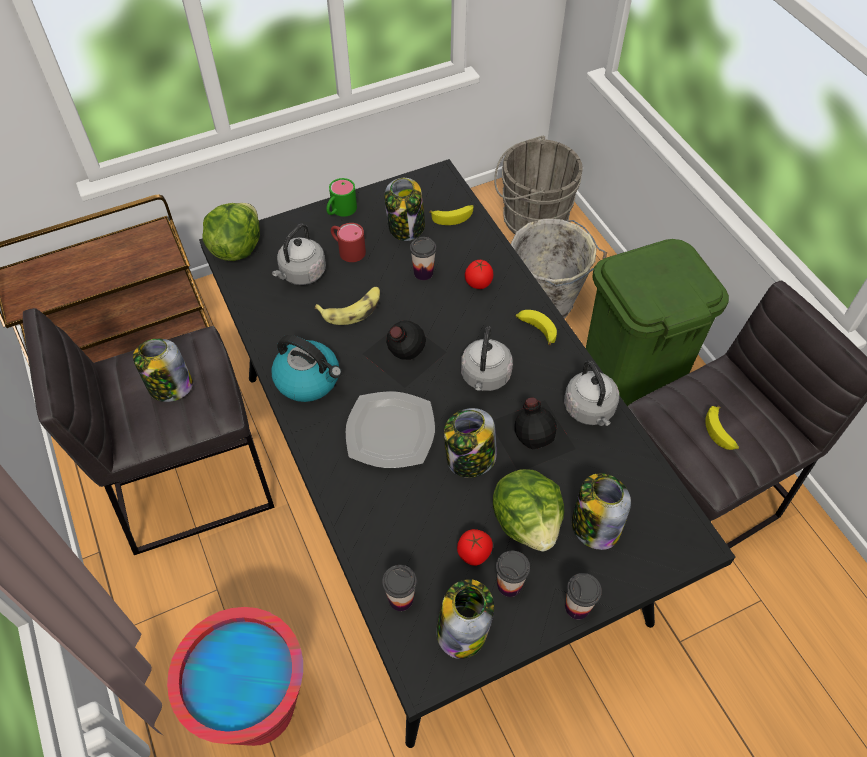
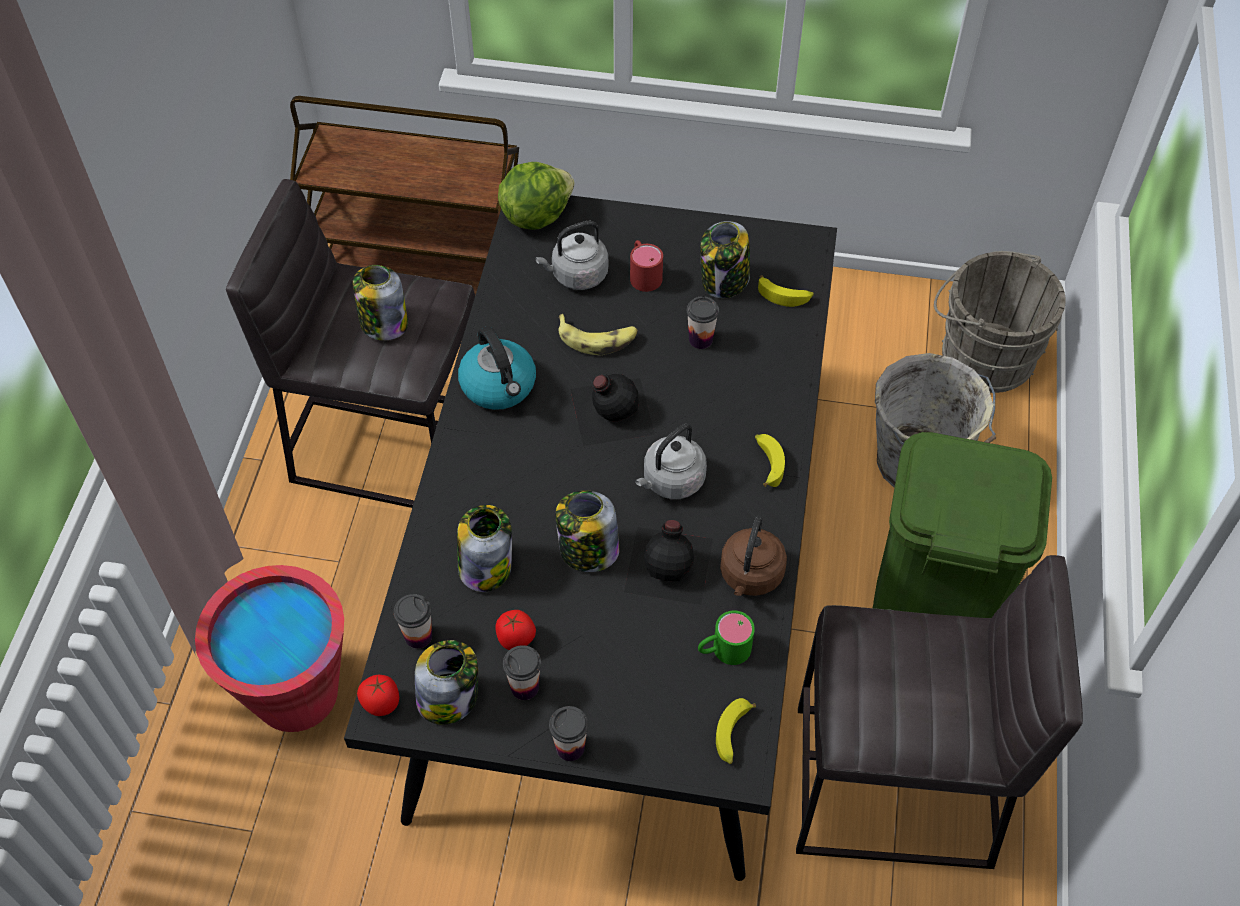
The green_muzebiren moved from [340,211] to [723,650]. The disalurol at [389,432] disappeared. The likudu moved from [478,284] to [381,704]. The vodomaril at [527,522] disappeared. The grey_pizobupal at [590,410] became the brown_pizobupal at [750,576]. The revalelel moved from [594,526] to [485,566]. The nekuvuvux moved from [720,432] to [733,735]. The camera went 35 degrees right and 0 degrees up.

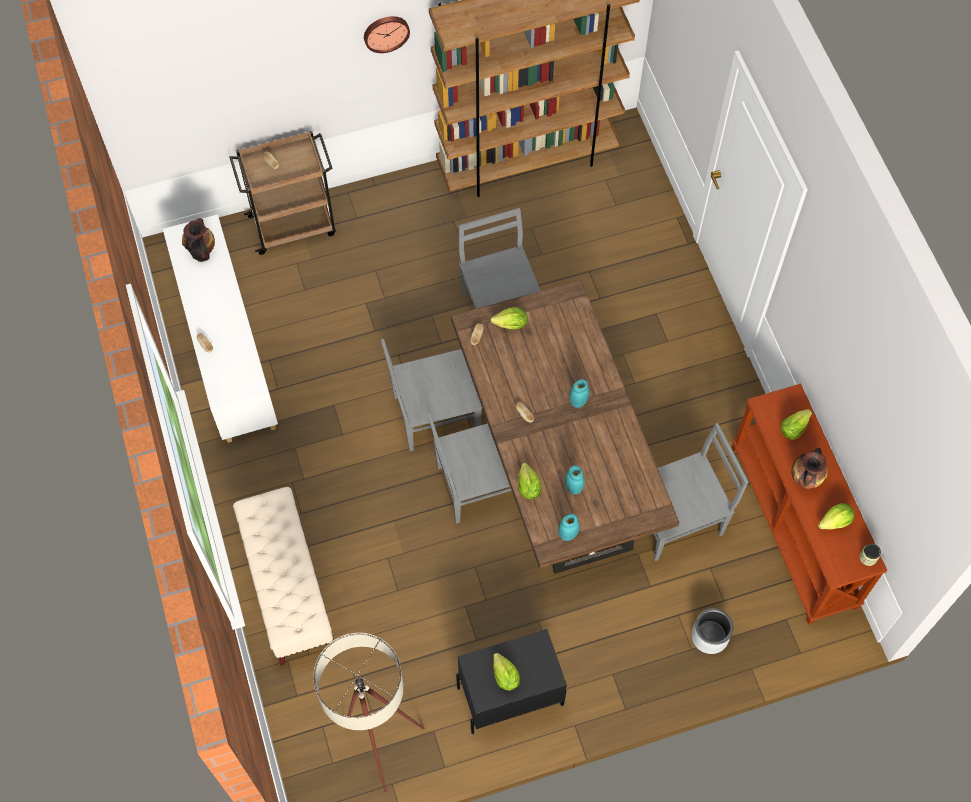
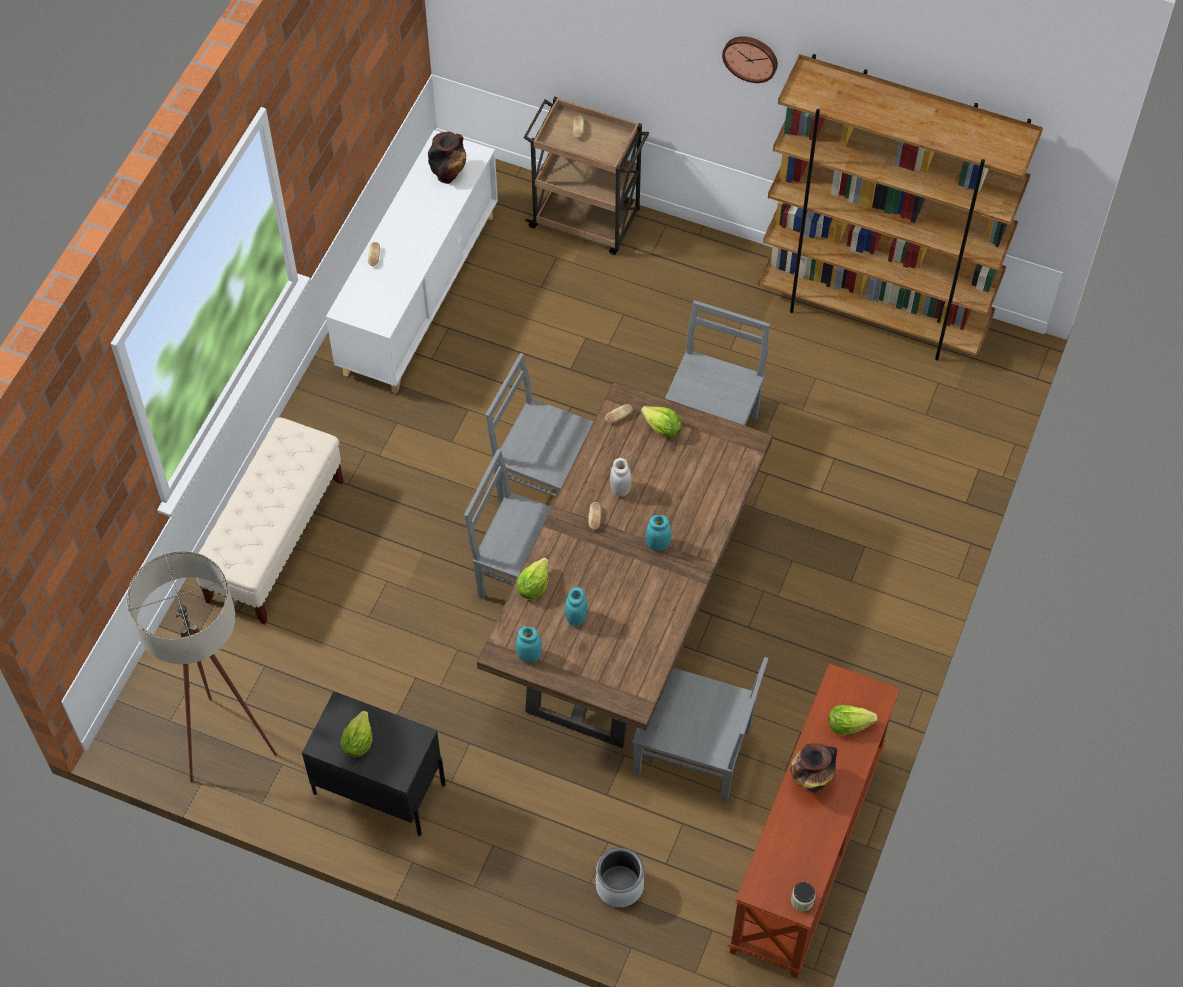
The vodomaril at [835,522] disappeared. The white_revalelel at [620,489] appeared. The camera went 40 degrees right and 5 degrees down.

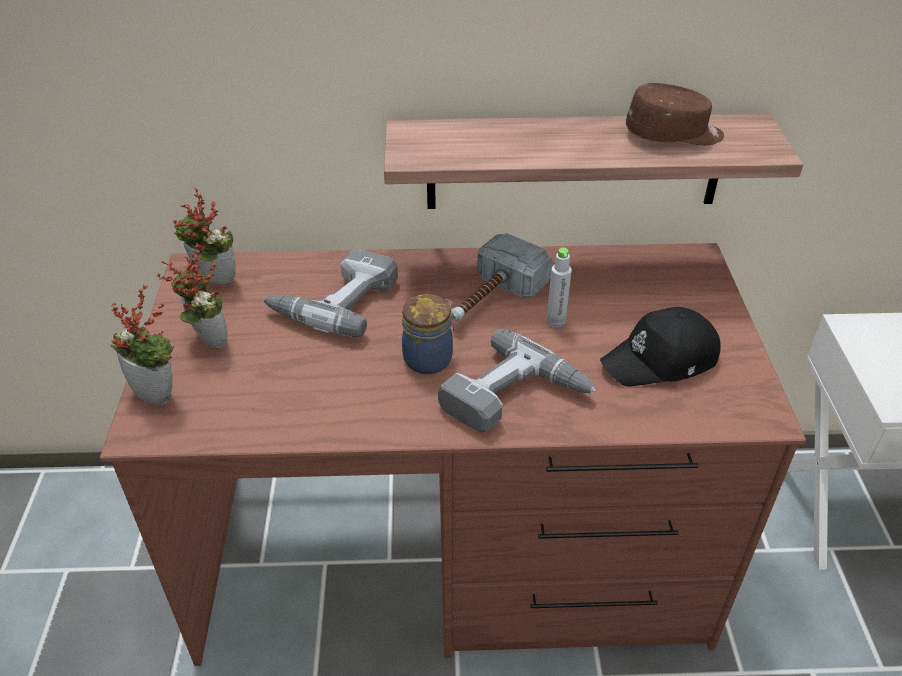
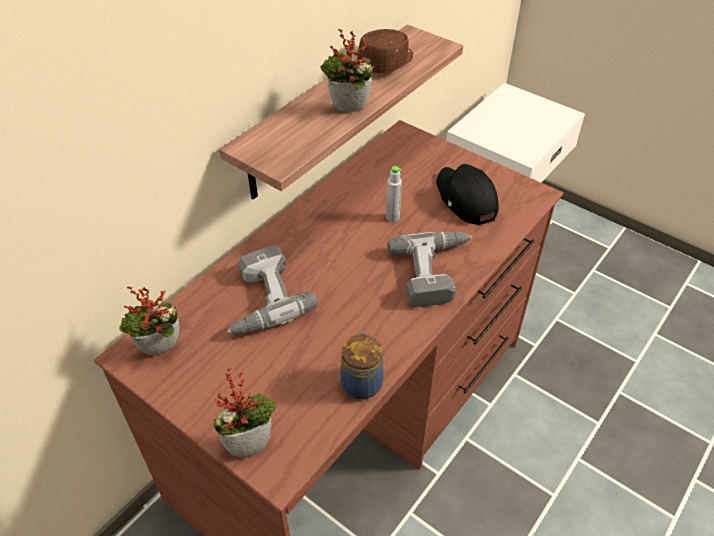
The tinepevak moved from [206,341] to [348,111]. The revalelel moved from [430,358] to [361,382]. The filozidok at [491,299] disappeared. The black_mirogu at [661,360] turned 135 degrees clockwise. The camera went 50 degrees left and 5 degrees up.

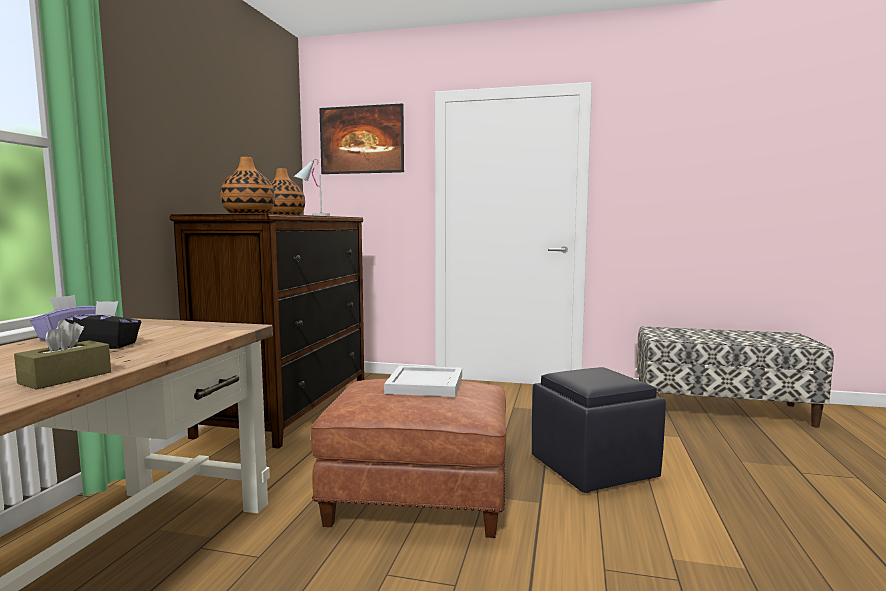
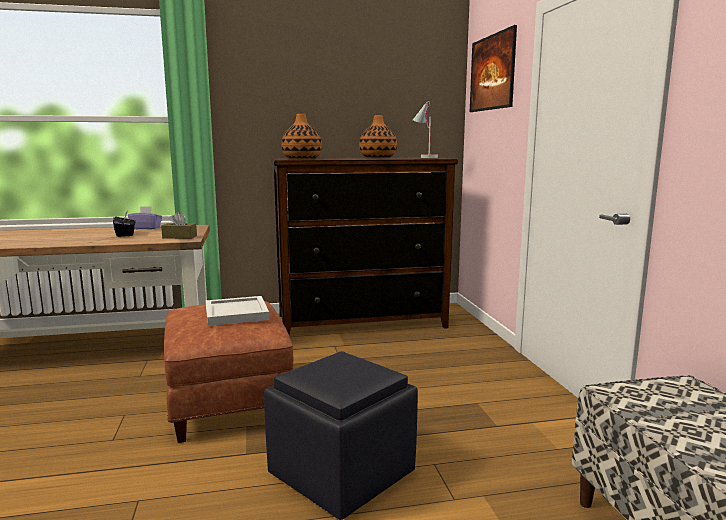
The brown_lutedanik moved from [66,378] to [179,237]. The camera went 65 degrees right and 5 degrees up.

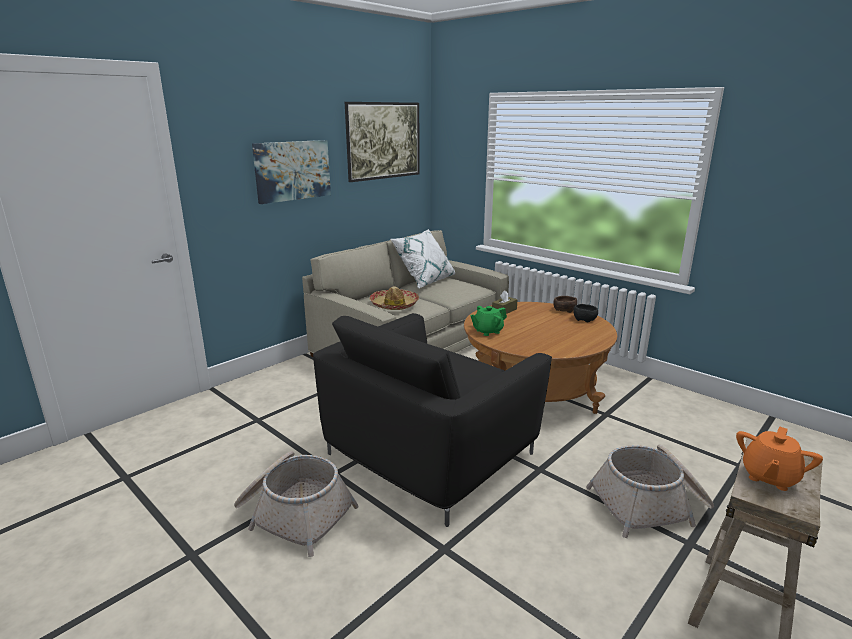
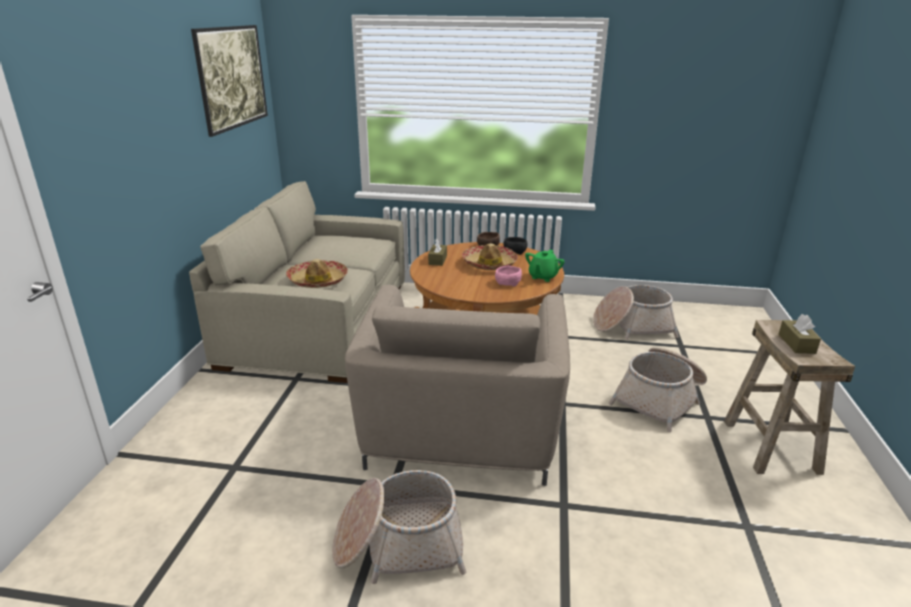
The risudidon at [292,170] disappeared. The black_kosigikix at [429,454] became the beige_kosigikix at [461,427]. The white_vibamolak at [425,281] disappeared. The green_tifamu moved from [487,331] to [542,277]. The orange_tifamu at [769,477] was replaced by the brown_lutedanik at [796,344]. The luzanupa at [489,264] appeared. The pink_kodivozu at [507,283] appeared. The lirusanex at [632,326] appeared. The camera went 35 degrees left and 5 degrees up.

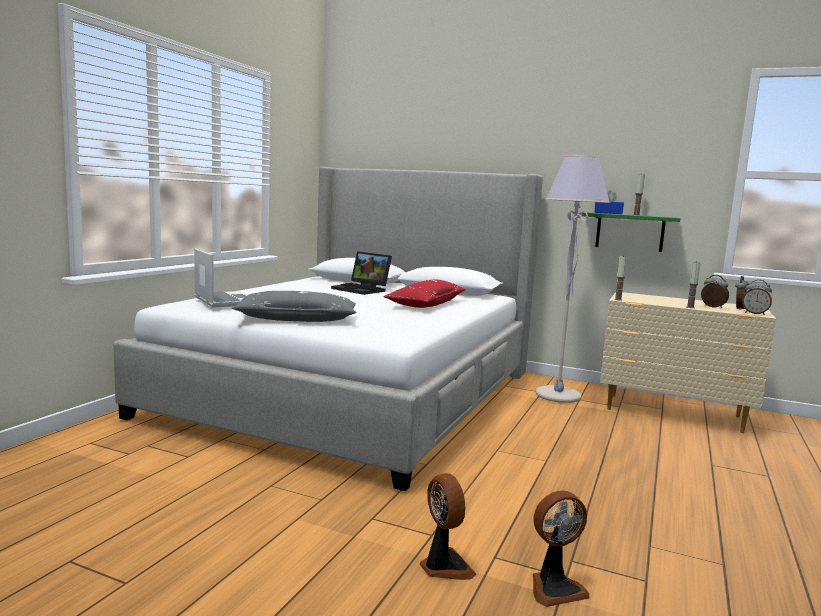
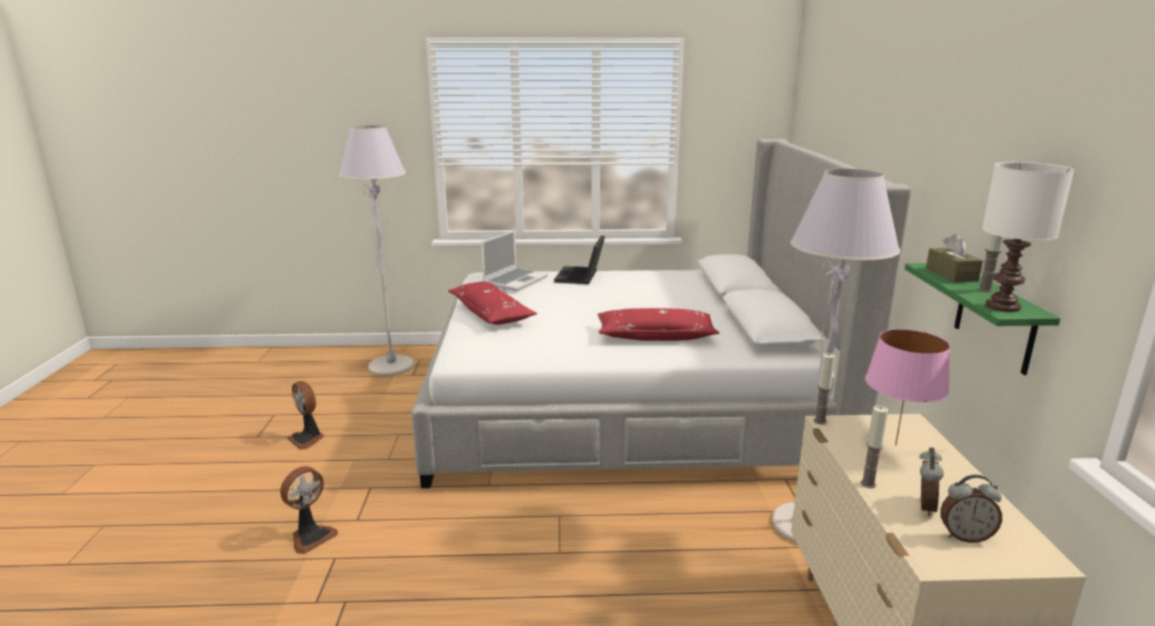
The grey_vibamolak at [297,319] became the red_vibamolak at [491,313]. The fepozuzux moved from [362,289] to [581,277]. The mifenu moved from [554,588] to [307,439]. The blue_lutedanik at [608,213] became the brown_lutedanik at [951,274]. The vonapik at [754,313] disappeared. The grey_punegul at [392,366] appeared. The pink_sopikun at [895,445] appeared. The white_sopikun at [1002,307] appeared. The camera went 65 degrees right and 10 degrees up.

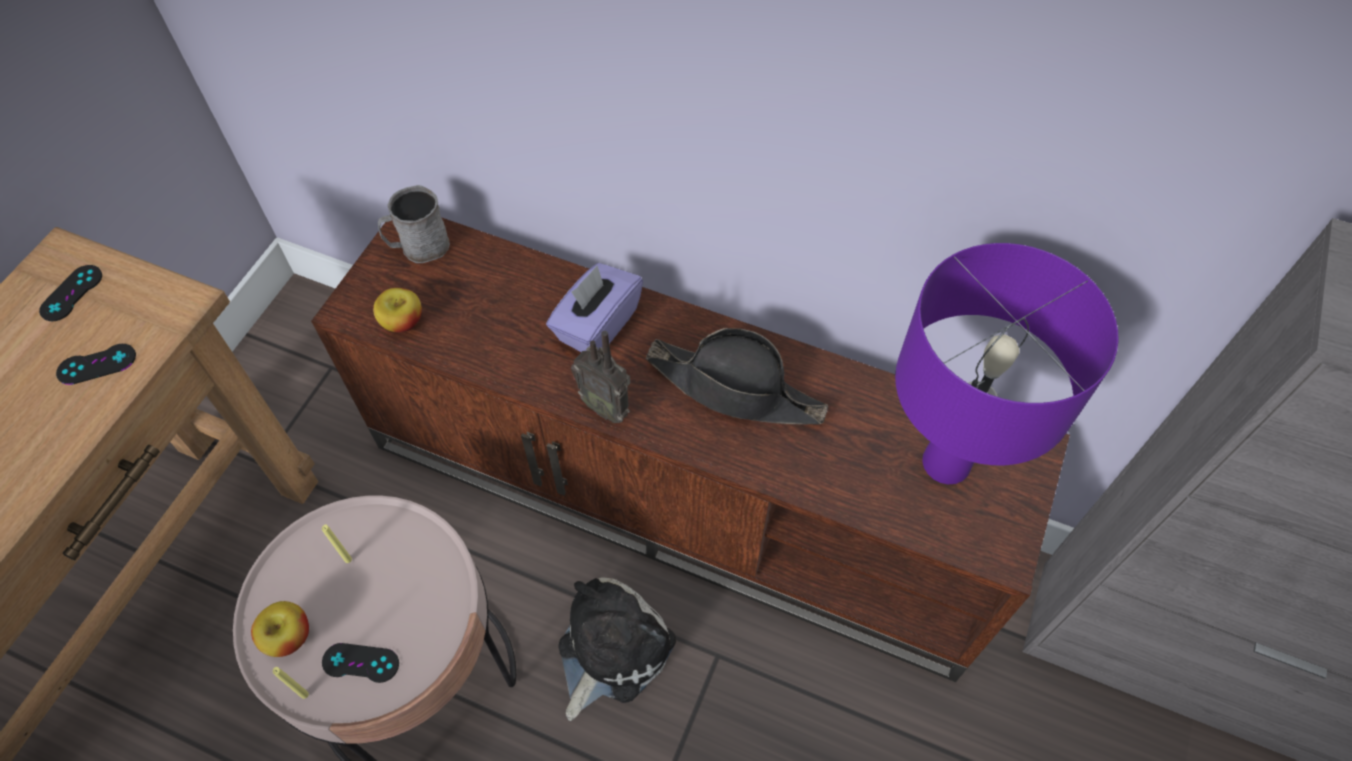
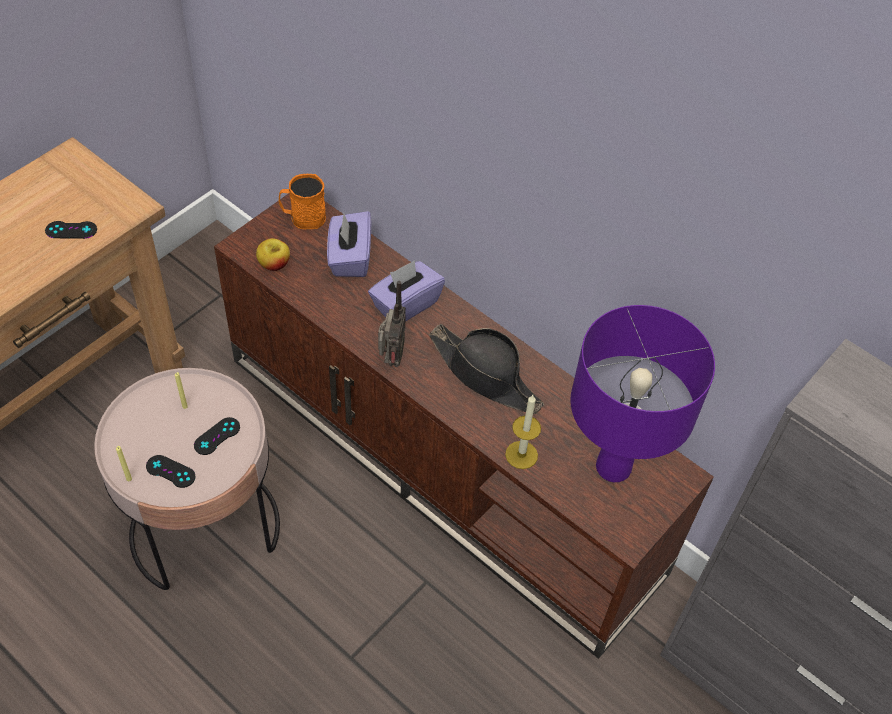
The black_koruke moved from [71,293] to [217,436]. The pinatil at [289,637] disappeared. The grey_muzebiren at [418,247] became the orange_muzebiren at [303,217]. The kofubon at [610,649] disappeared. The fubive at [606,406] turned 135 degrees counterclockwise. The purple_lutedanik at [350,258] appeared. The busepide at [521,455] appeared. The camera went 15 degrees right and 5 degrees down.

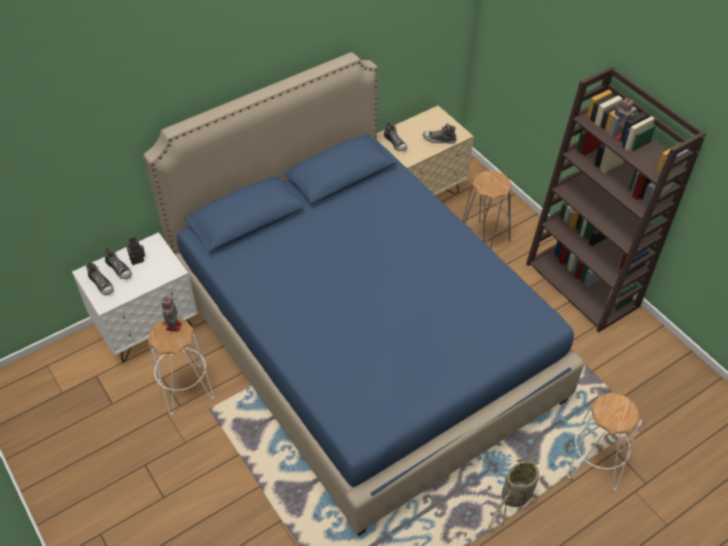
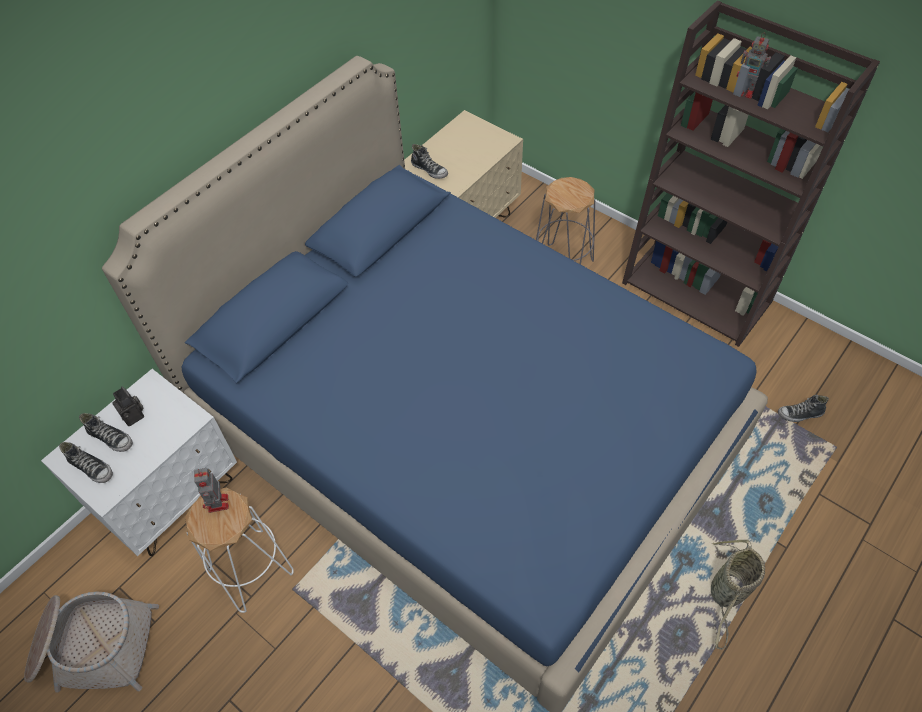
The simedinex moved from [439,140] to [800,414]. The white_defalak at [594,464] disappeared. The lirusanex at [93,647] appeared. The camera went 15 degrees left and 5 degrees up.

